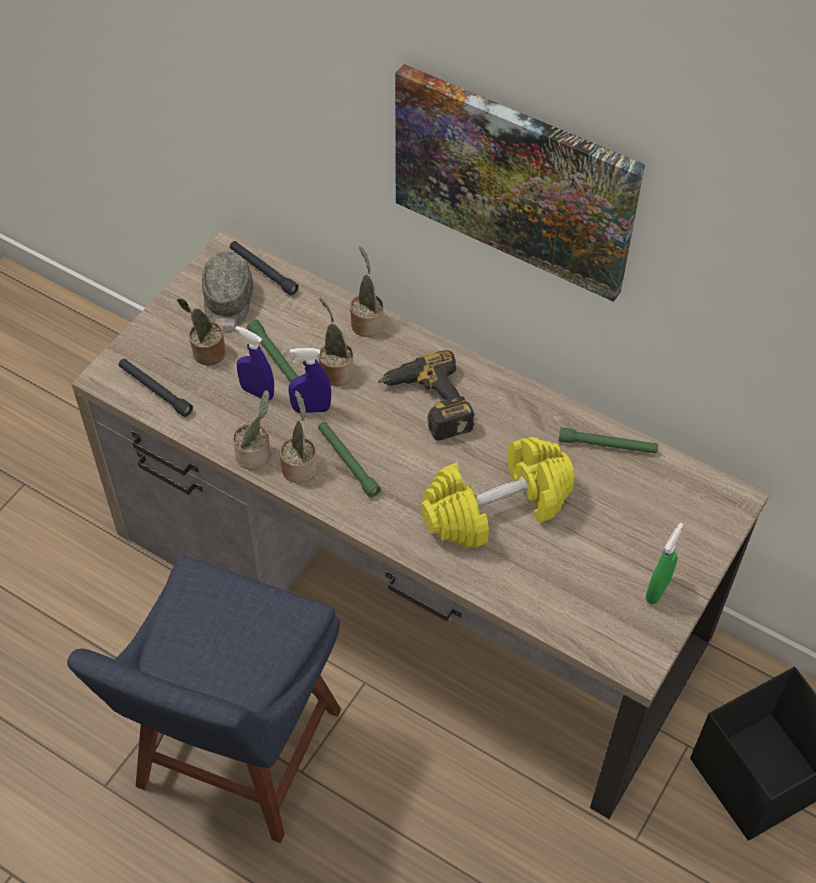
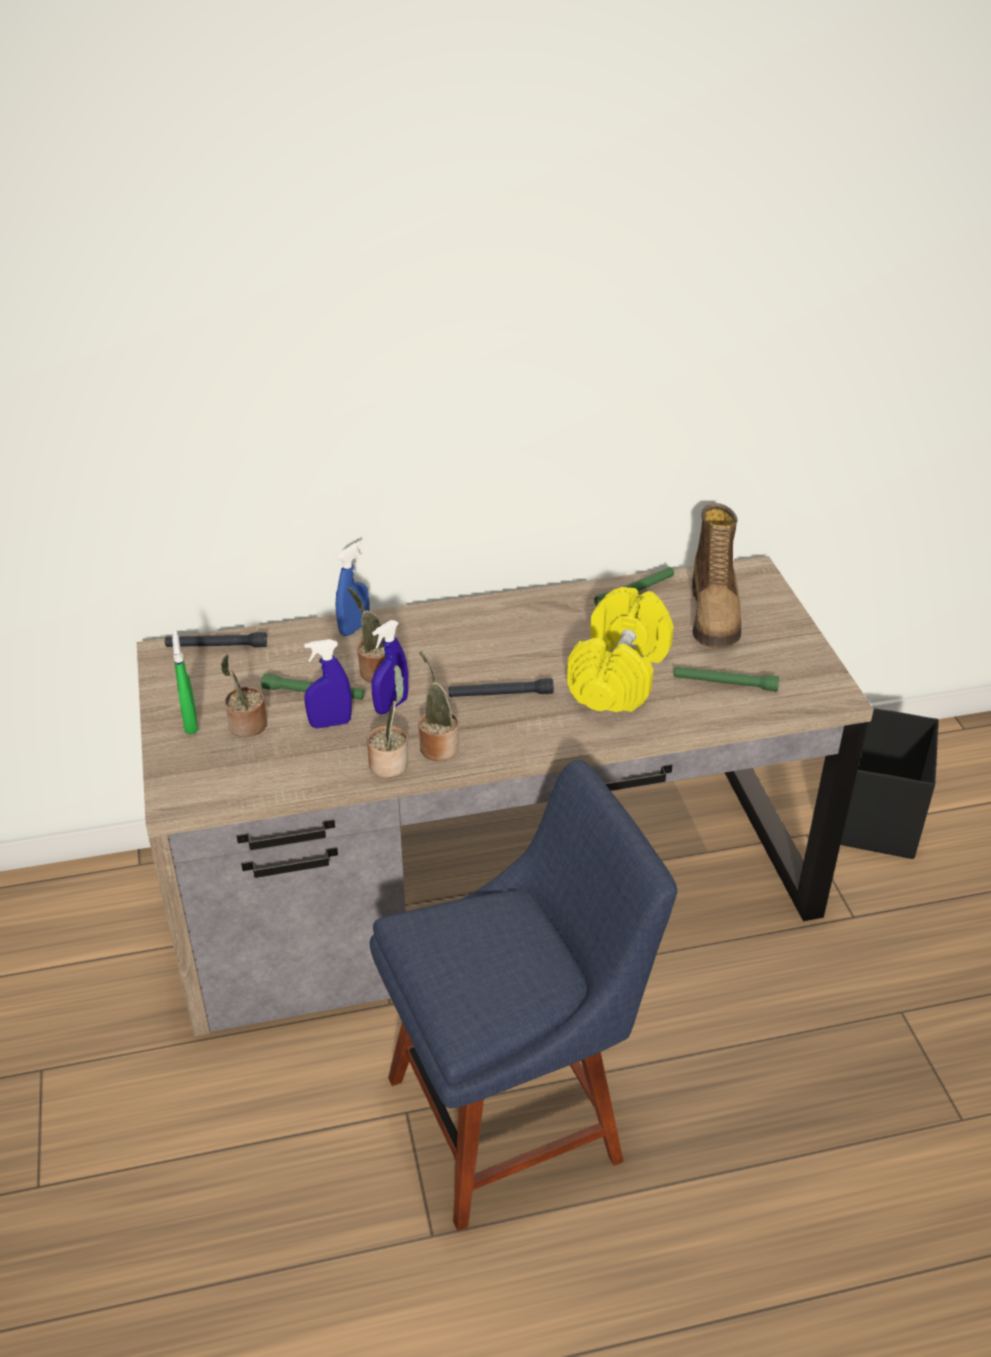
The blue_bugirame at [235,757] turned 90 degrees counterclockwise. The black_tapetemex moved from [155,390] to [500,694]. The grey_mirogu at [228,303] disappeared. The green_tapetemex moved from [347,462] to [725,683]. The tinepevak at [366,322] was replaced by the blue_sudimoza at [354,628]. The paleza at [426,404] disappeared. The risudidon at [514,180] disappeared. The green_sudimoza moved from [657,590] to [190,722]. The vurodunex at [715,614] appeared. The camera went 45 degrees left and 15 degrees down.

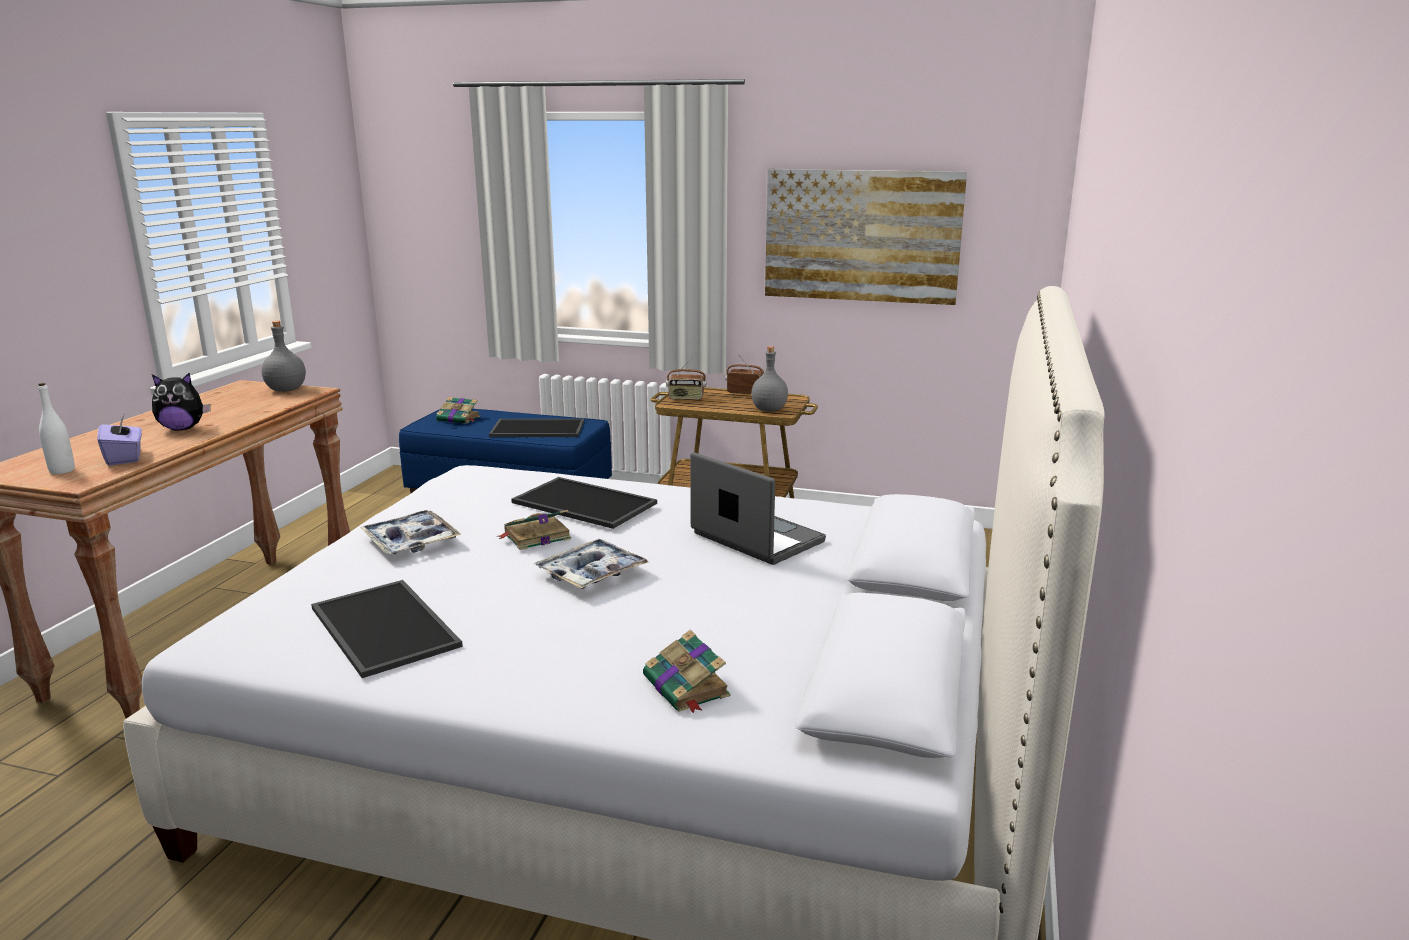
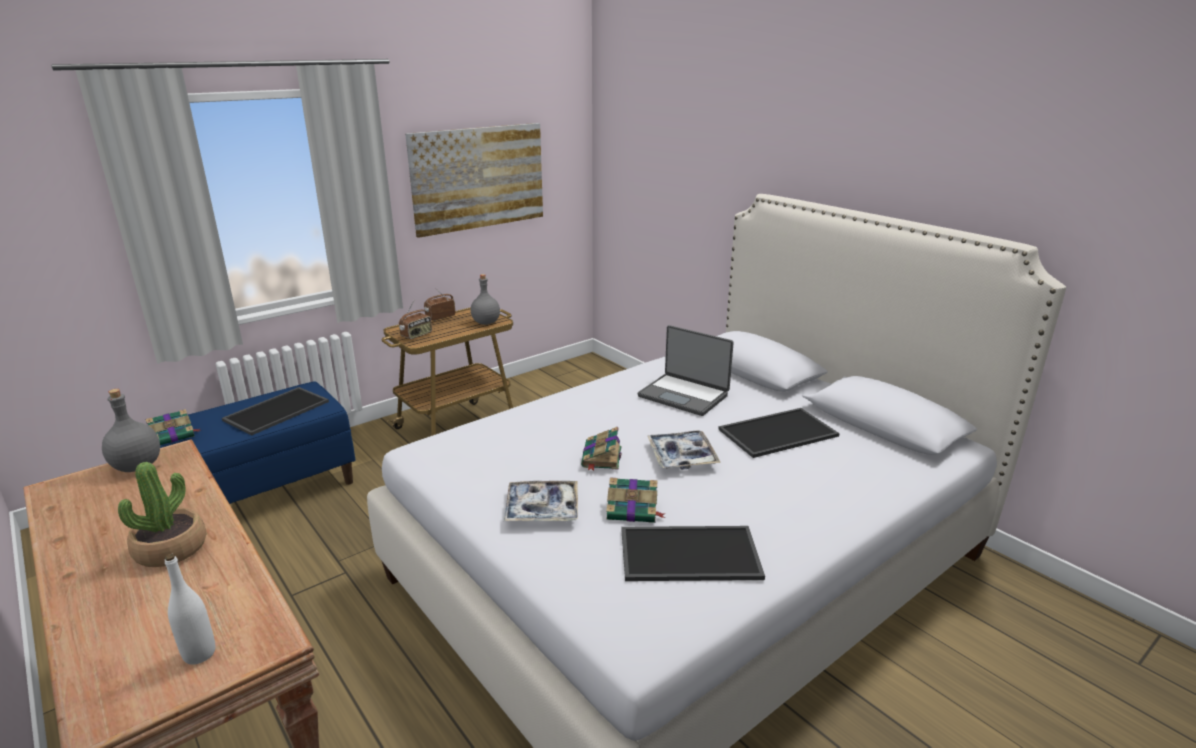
The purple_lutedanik at [125,457] disappeared. The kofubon at [183,429] was replaced by the tinepevak at [171,549]. The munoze moved from [581,503] to [778,434]. The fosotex moved from [687,687] to [633,510]. The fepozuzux at [755,538] turned 135 degrees counterclockwise. The camera went 55 degrees left and 5 degrees up.

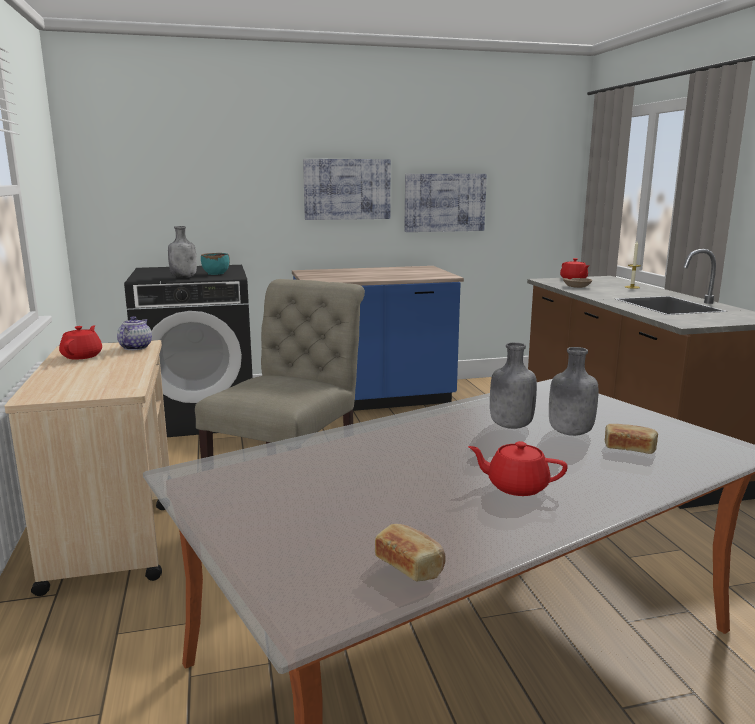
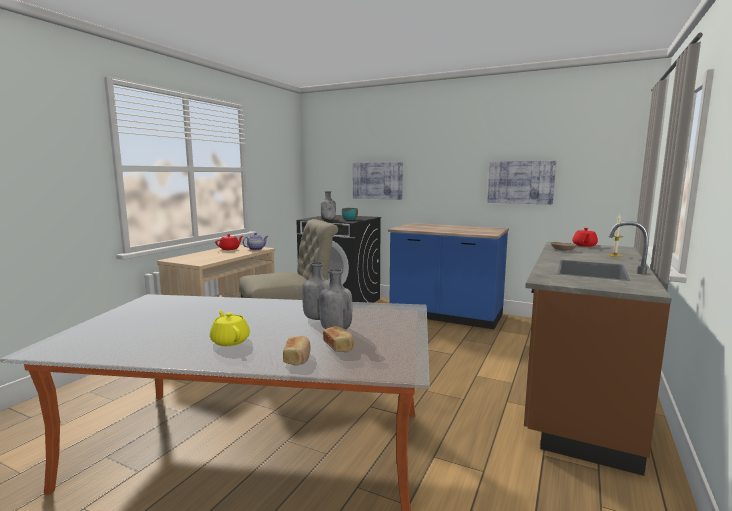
The risudidon moved from [347,189] to [377,180]. The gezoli moved from [410,565] to [298,358]. The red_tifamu at [516,486] became the yellow_tifamu at [230,341]. The camera went 40 degrees right and 5 degrees down.

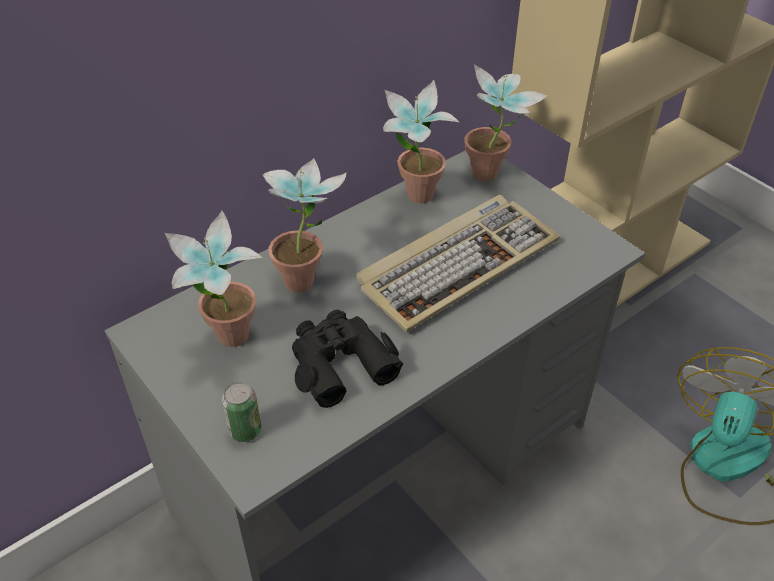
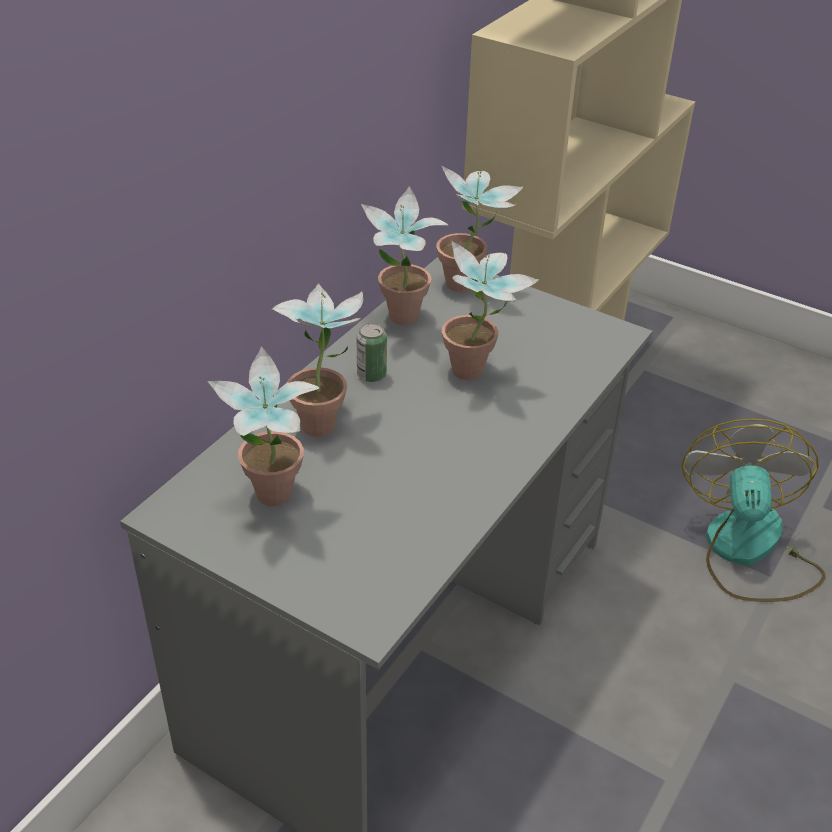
The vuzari moved from [245,430] to [371,375]. The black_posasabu at [340,363] disappeared. The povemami at [457,264] was replaced by the tinepevak at [476,376]. The camera went 20 degrees left and 5 degrees down.

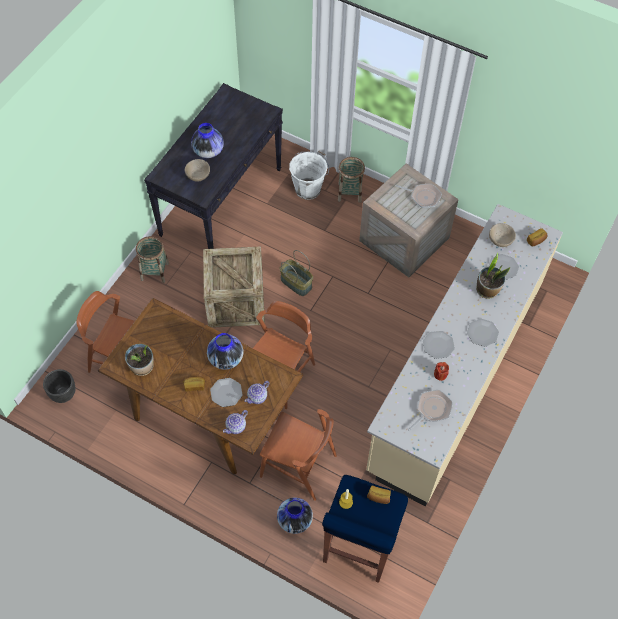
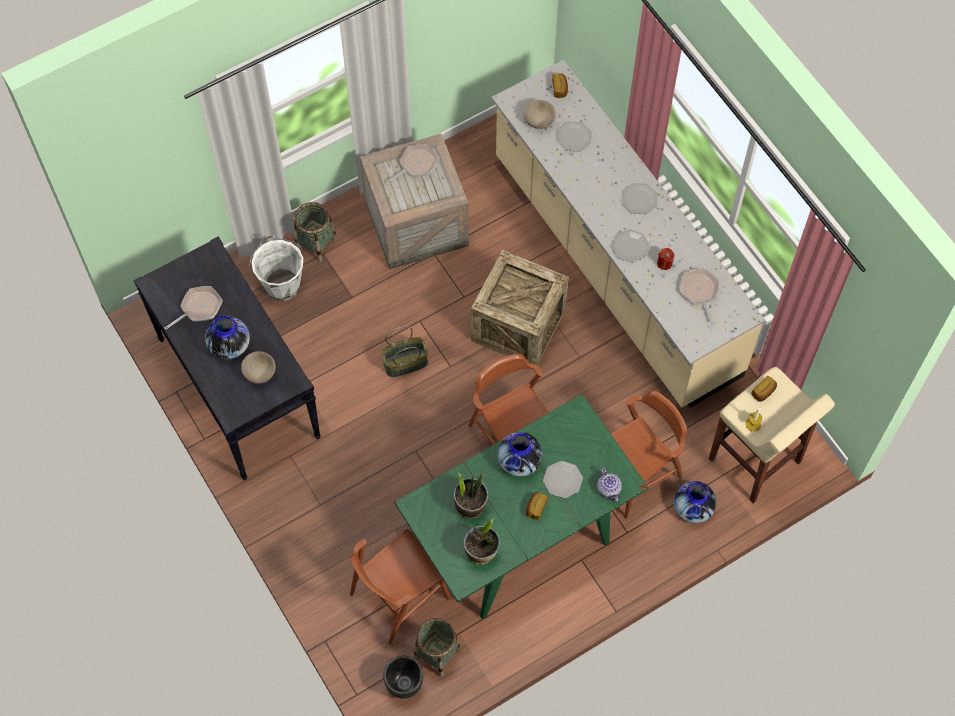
The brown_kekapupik at [208,412] became the green_kekapupik at [518,535]. The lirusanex moved from [154,271] to [437,653]. The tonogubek moved from [235,302] to [518,325]. The tifamu at [257,397] disappeared. The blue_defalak at [358,548] became the beige_defalak at [755,461]. The tinepevak moved from [487,290] to [470,505]. The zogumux at [199,308] appeared. The camera went 60 degrees left and 5 degrees up.

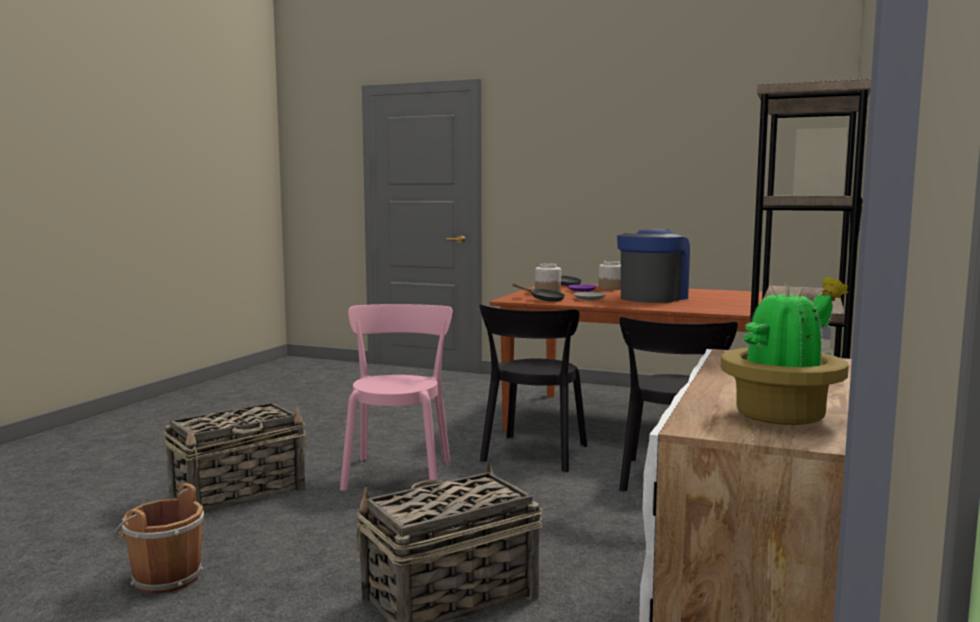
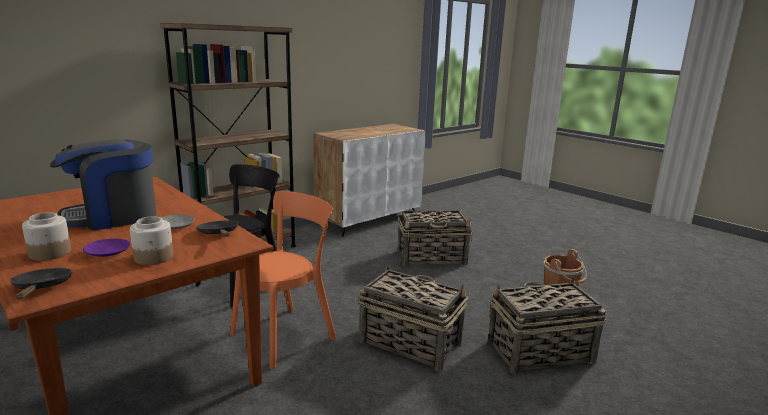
The pink_bugirame at [399,473] was replaced by the lirusanex at [409,342]. The black_bugirame at [533,455] became the orange_bugirame at [287,334]. The tinepevak at [783,415] disappeared. The camera went 155 degrees left and 10 degrees up.

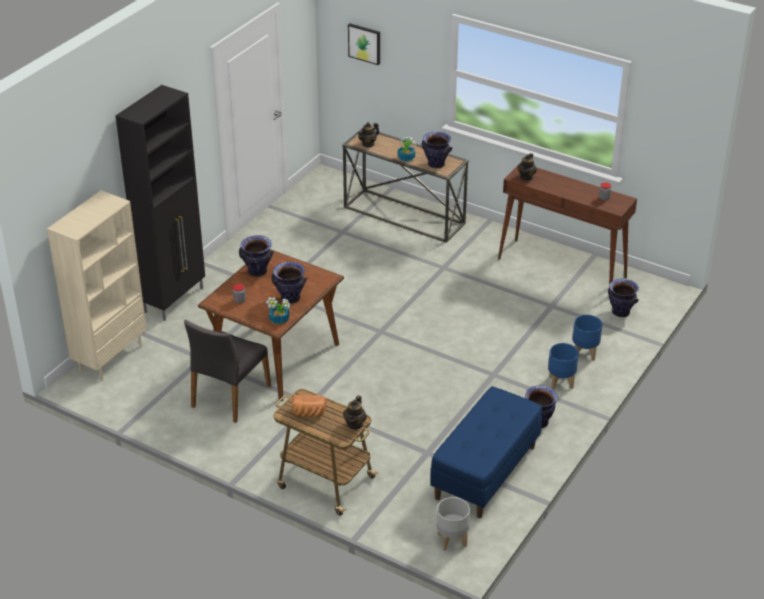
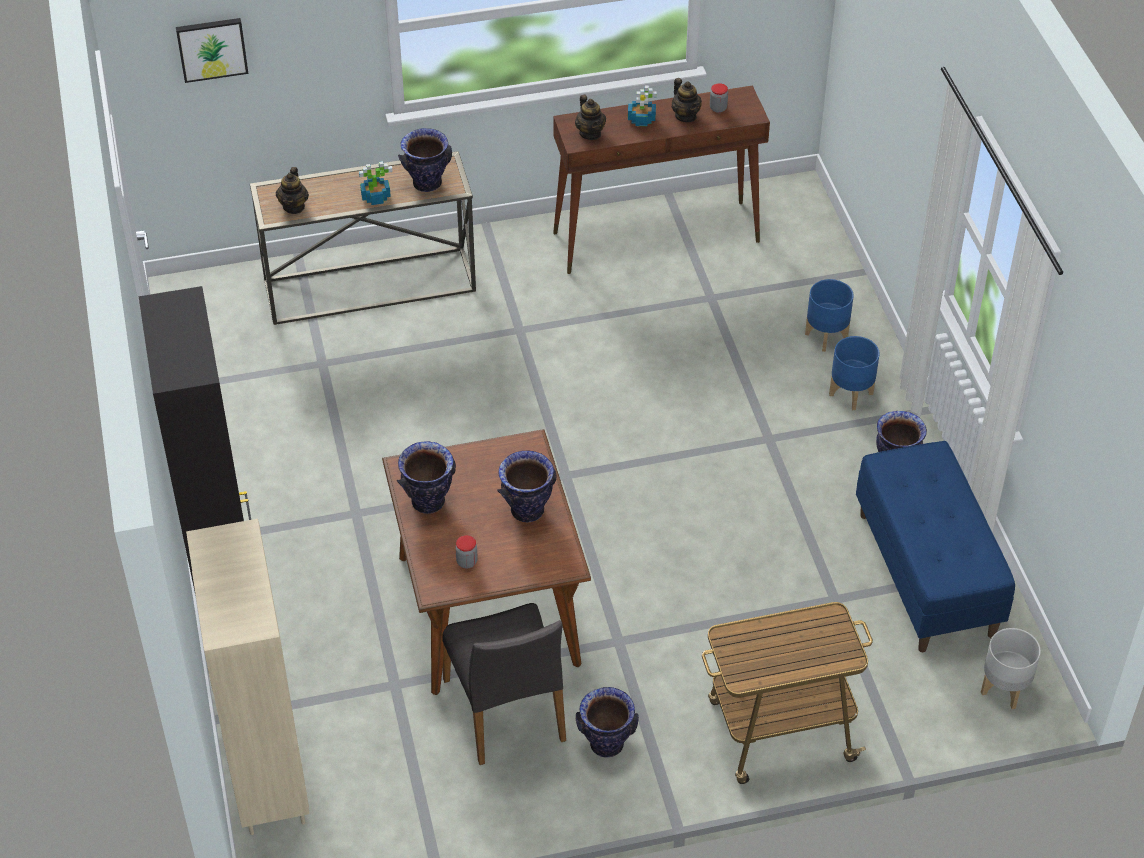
The tinepevak moved from [279,319] to [642,119]. The gezoli at [308,413] disappeared. The tifamu moved from [355,424] to [686,116]. The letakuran moved from [621,312] to [606,744]. The camera went 45 degrees left and 10 degrees up.

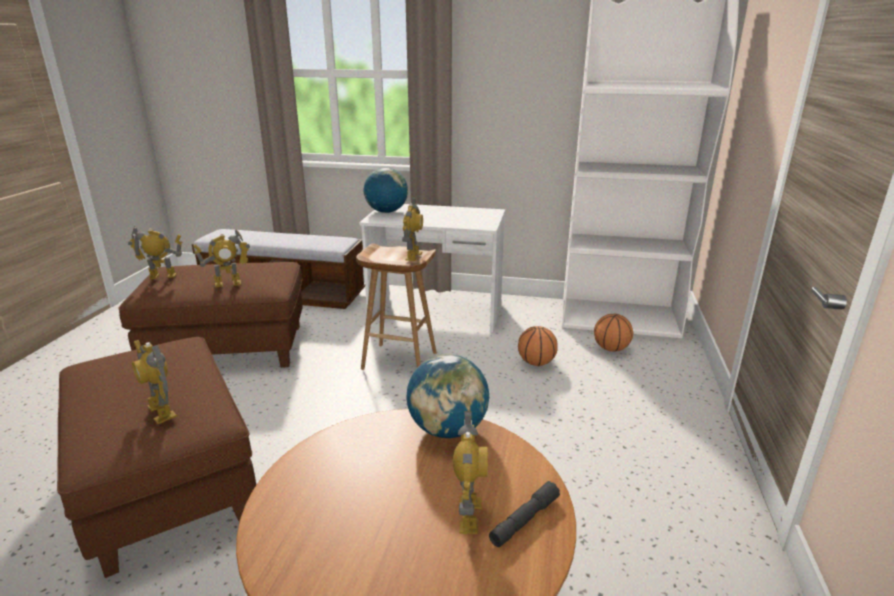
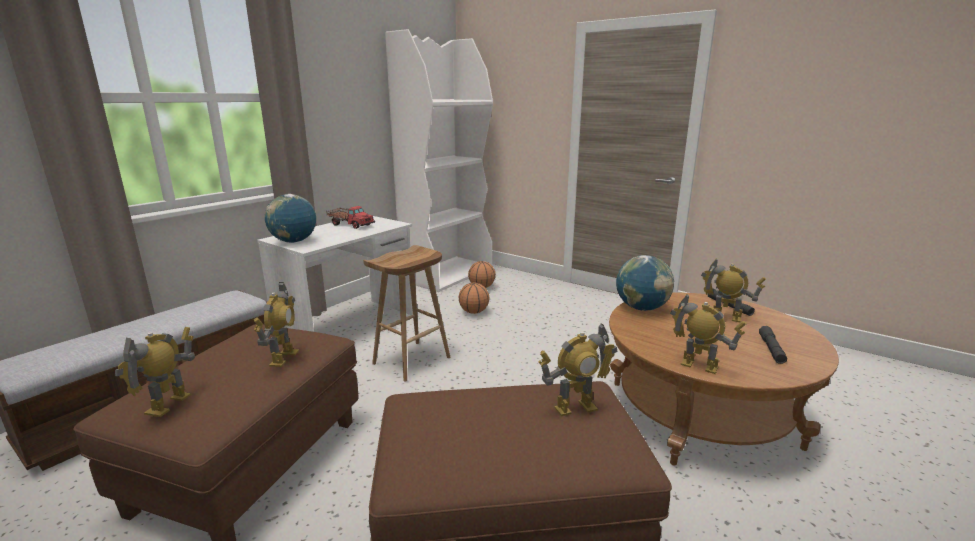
The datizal moved from [413,256] to [699,366]. The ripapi at [350,224] appeared. The grey_tapetemex at [771,349] appeared. The camera went 65 degrees left and 5 degrees down.

